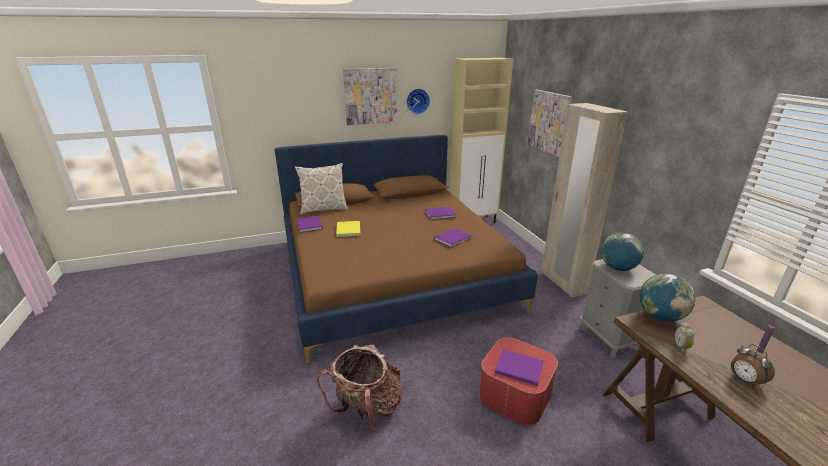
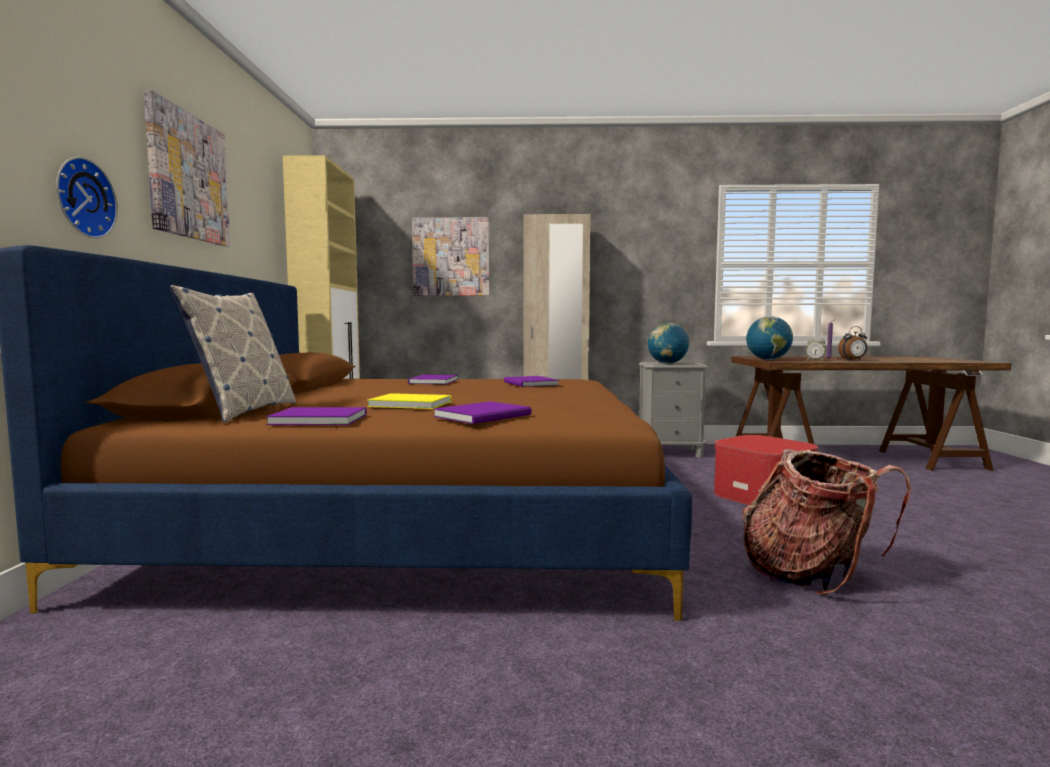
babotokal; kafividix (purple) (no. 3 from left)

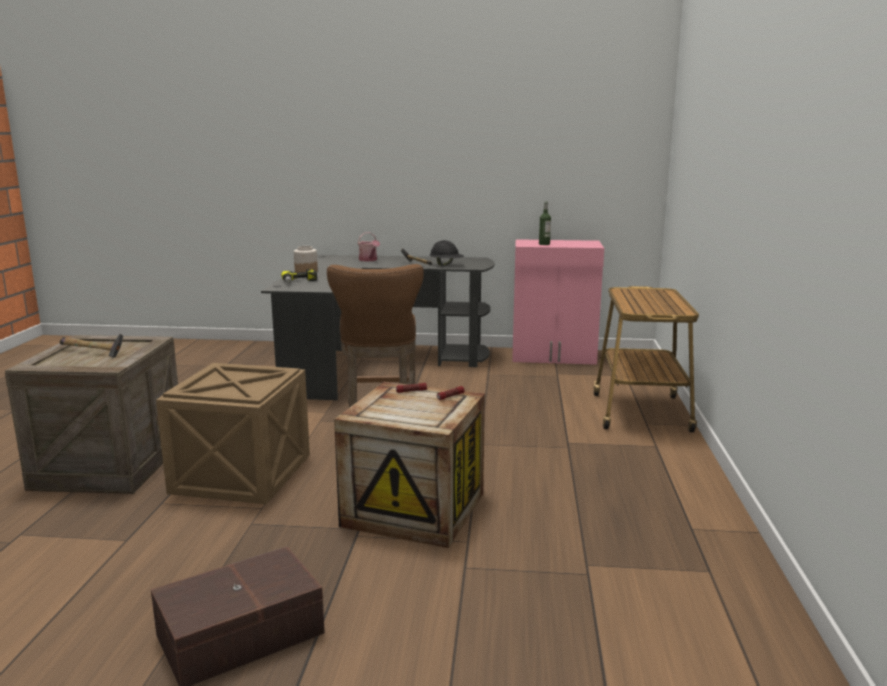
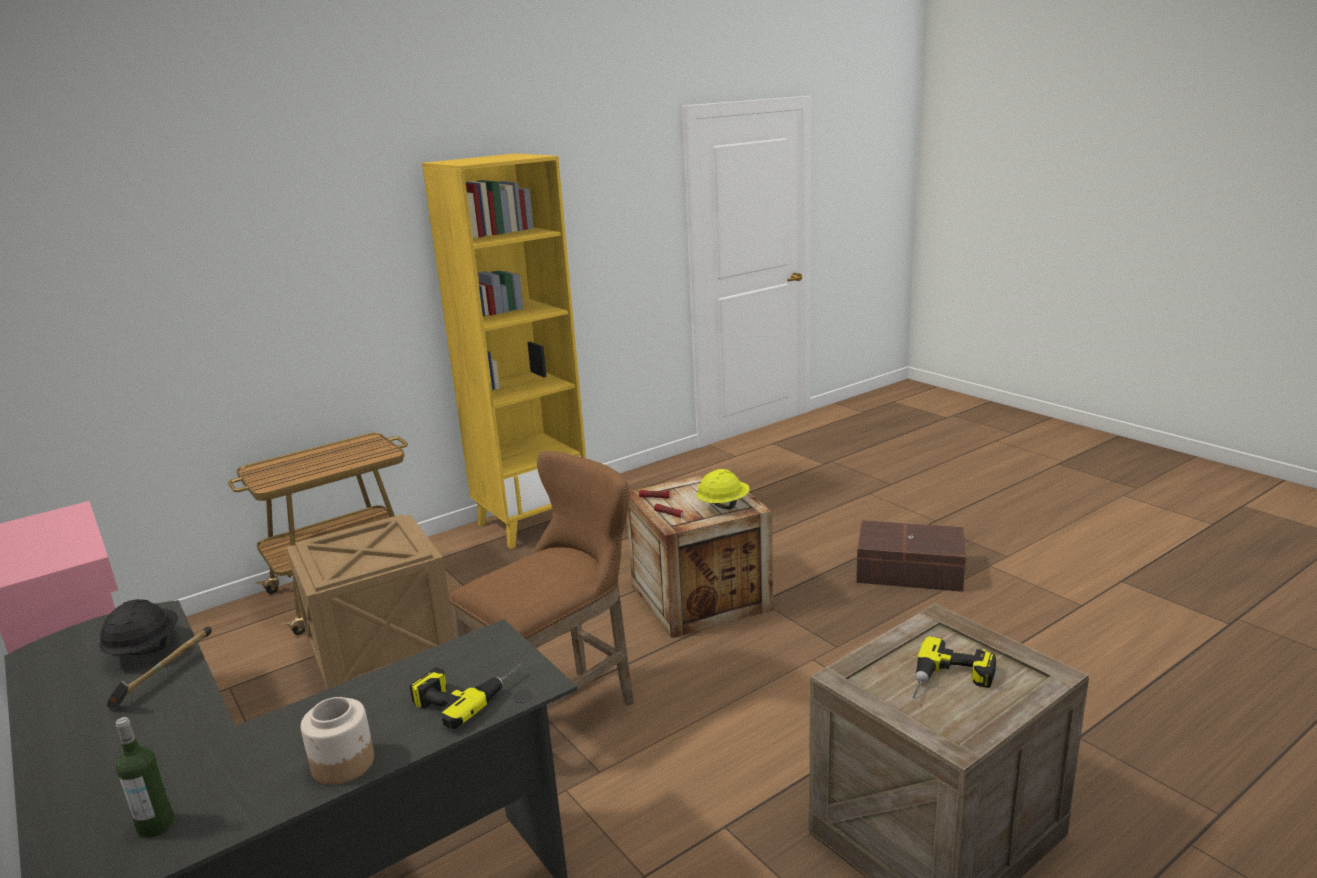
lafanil; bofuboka (no. 1 from left); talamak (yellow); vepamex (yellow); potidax (no. 2 from left); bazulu

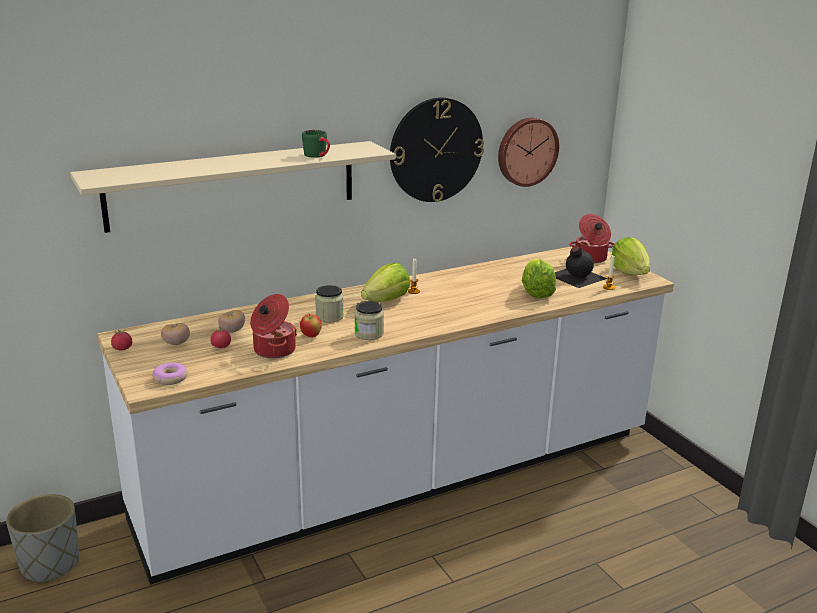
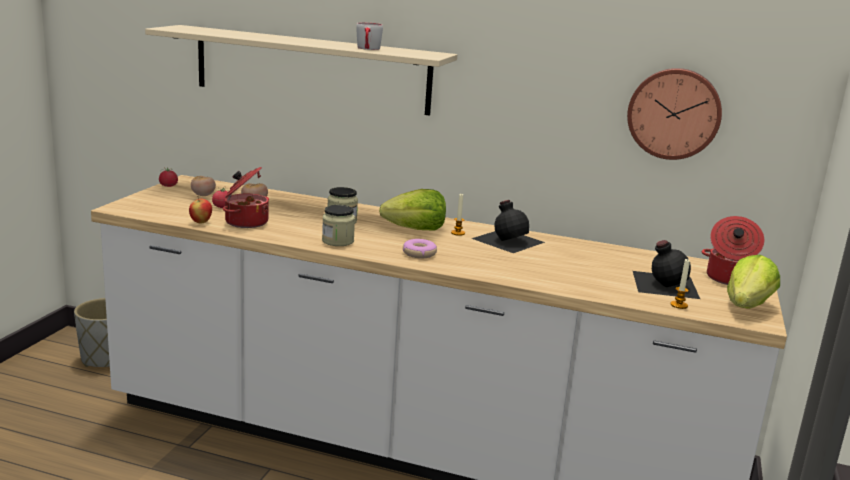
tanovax; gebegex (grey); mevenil; lafanil (black) (no. 1 from left); babotokal (no. 1 from left in the first image); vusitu (no. 2 from left in the first image)

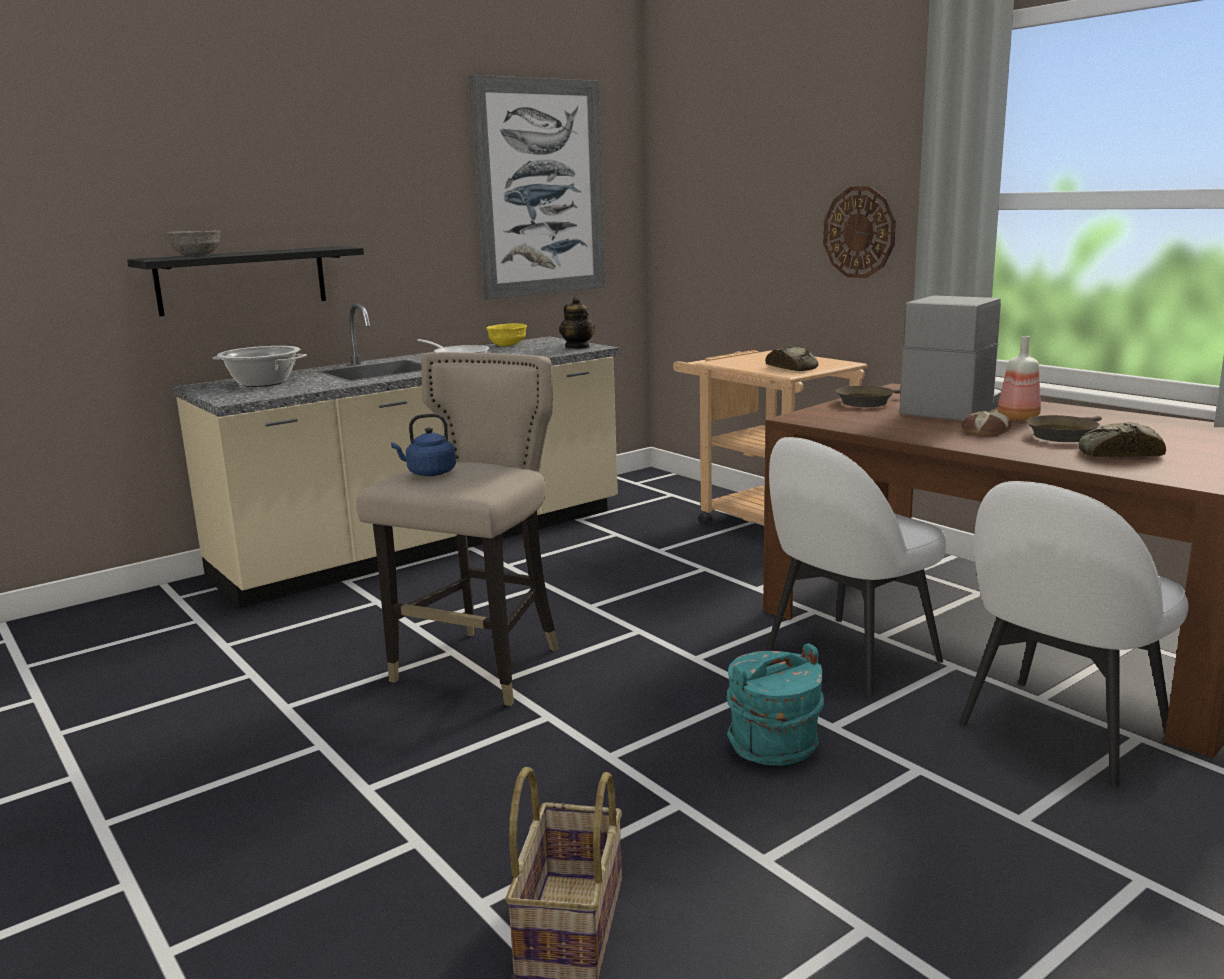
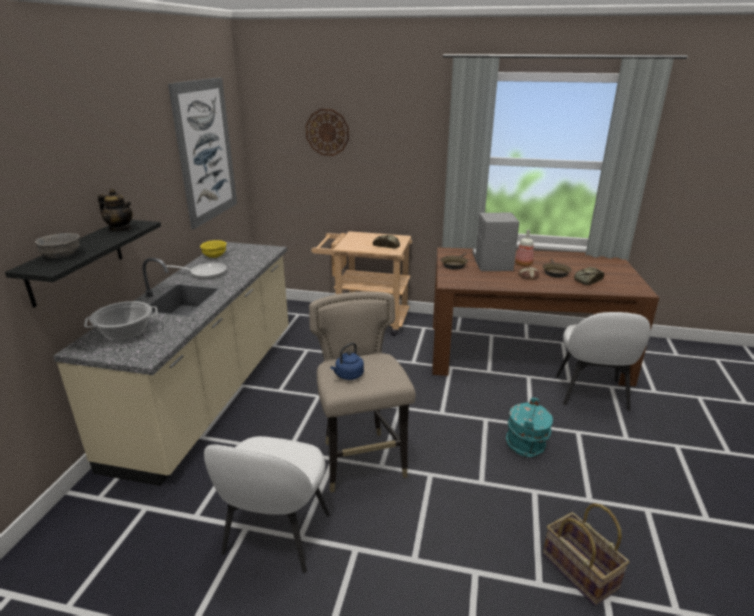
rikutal; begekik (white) (no. 1 from left); babotokal

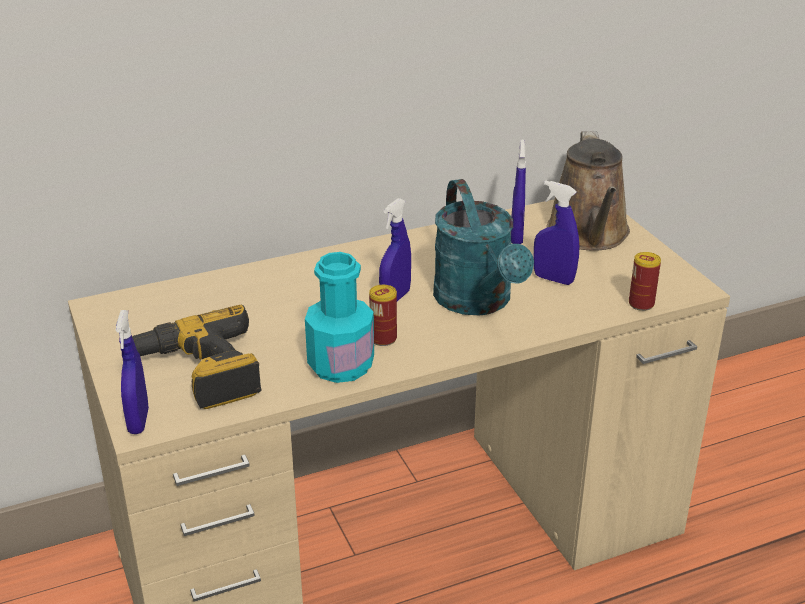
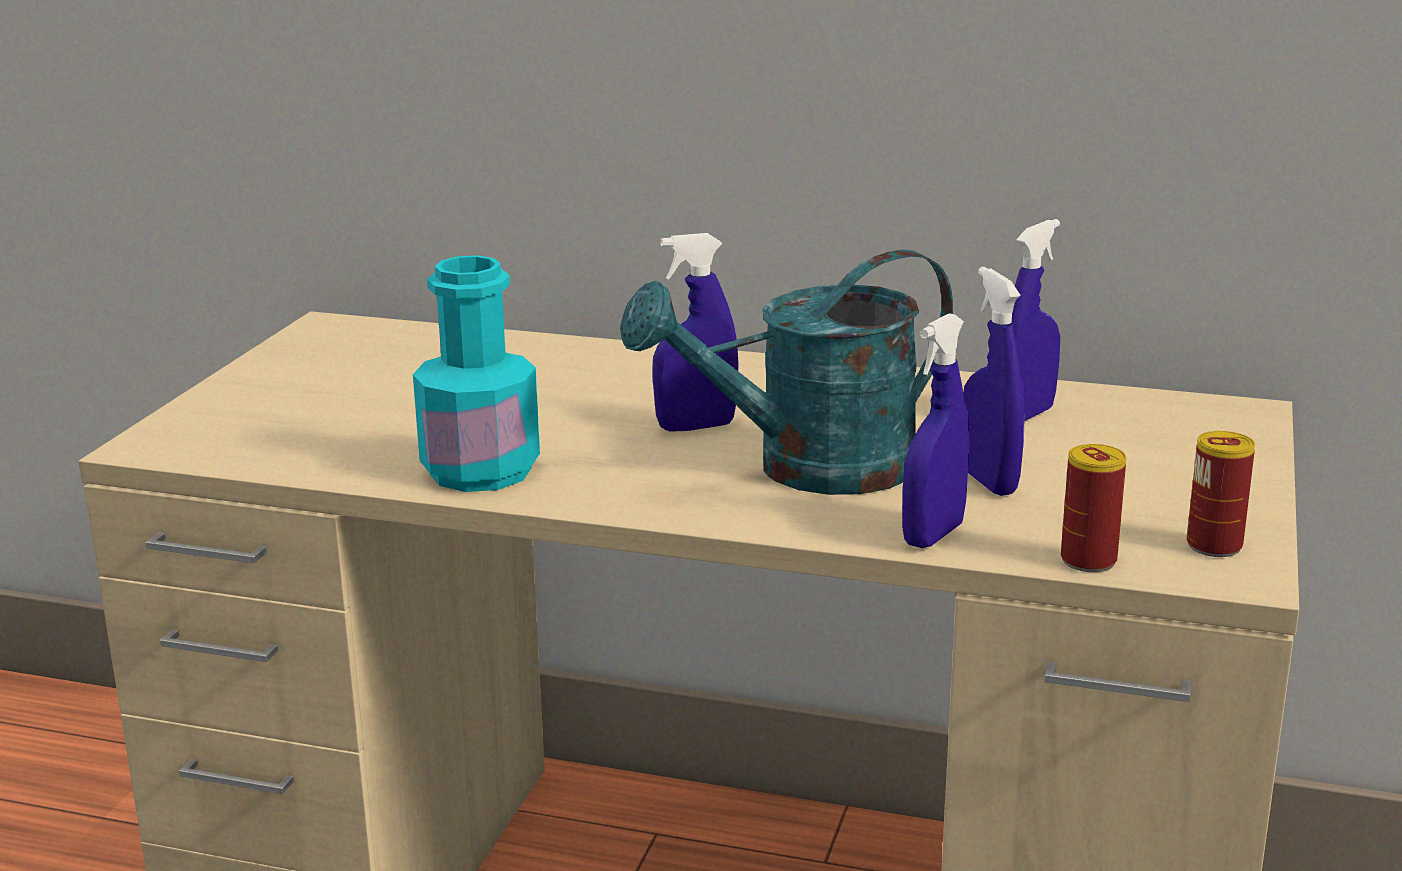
bazulu (turquoise); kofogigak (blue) (no. 2 from left); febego (no. 2 from left); potidax; bazulu (brown)

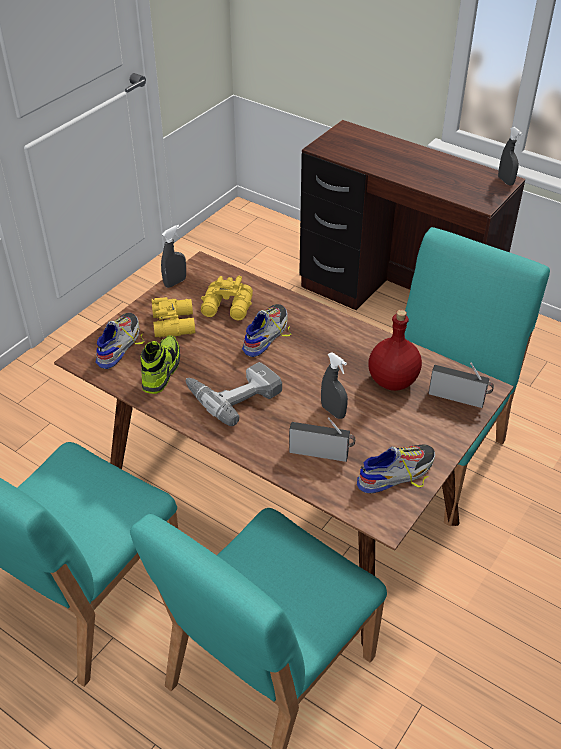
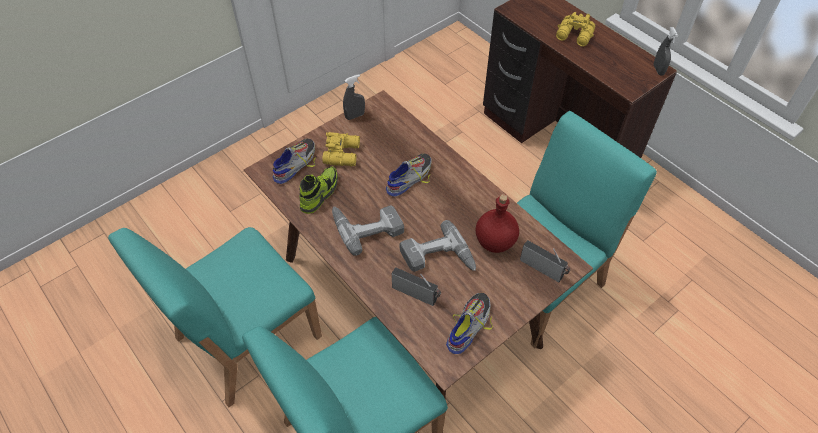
potidax (no. 2 from left); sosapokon (no. 4 from left); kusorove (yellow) (no. 2 from left)

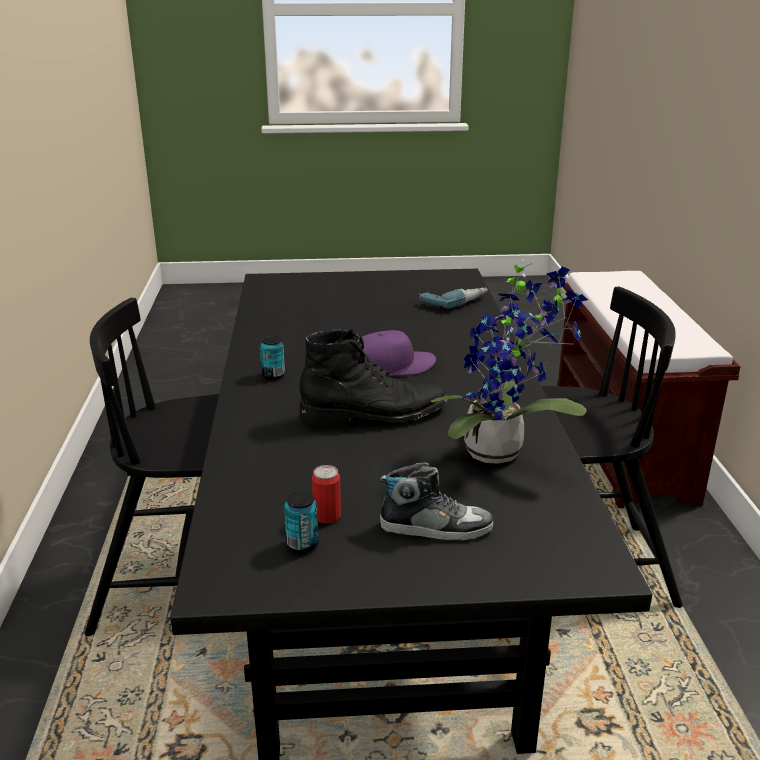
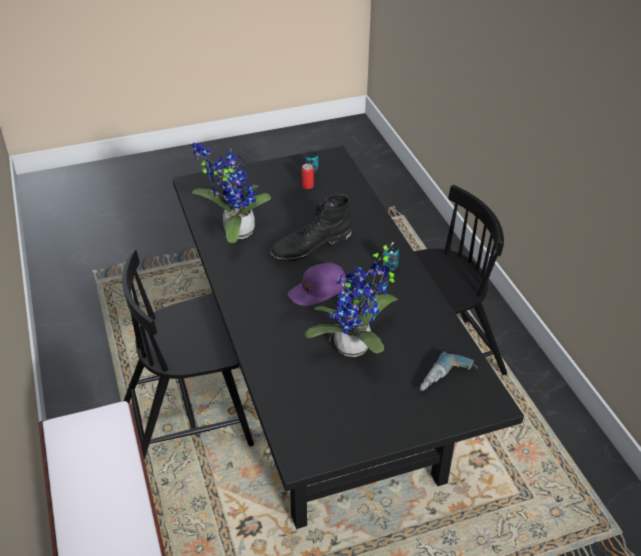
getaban (no. 2 from left); potidax; sosapokon

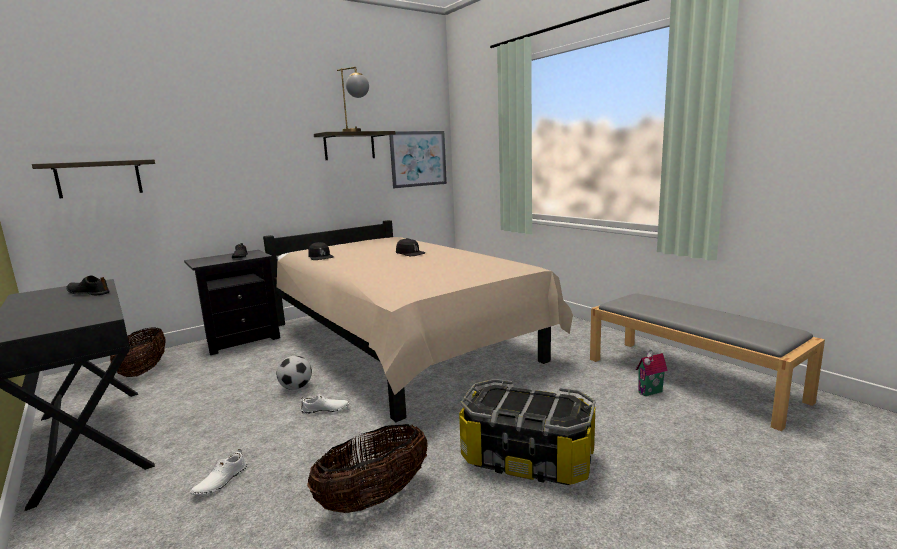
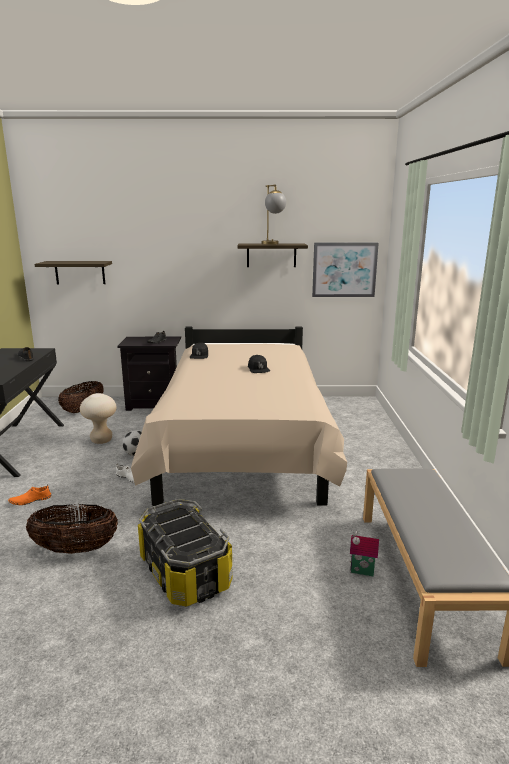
sosapokon (orange); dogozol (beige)

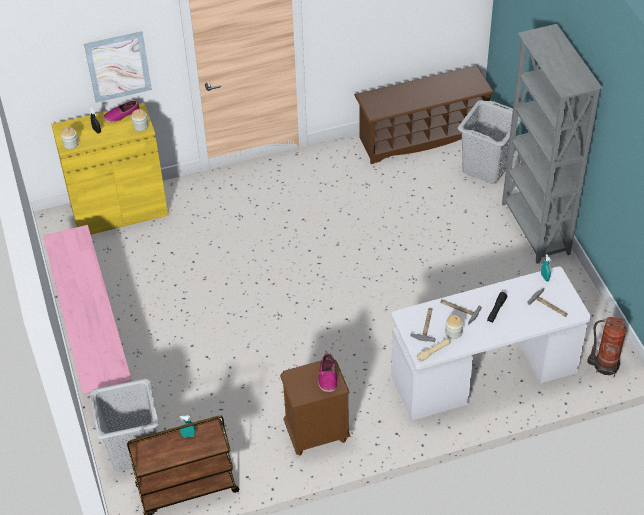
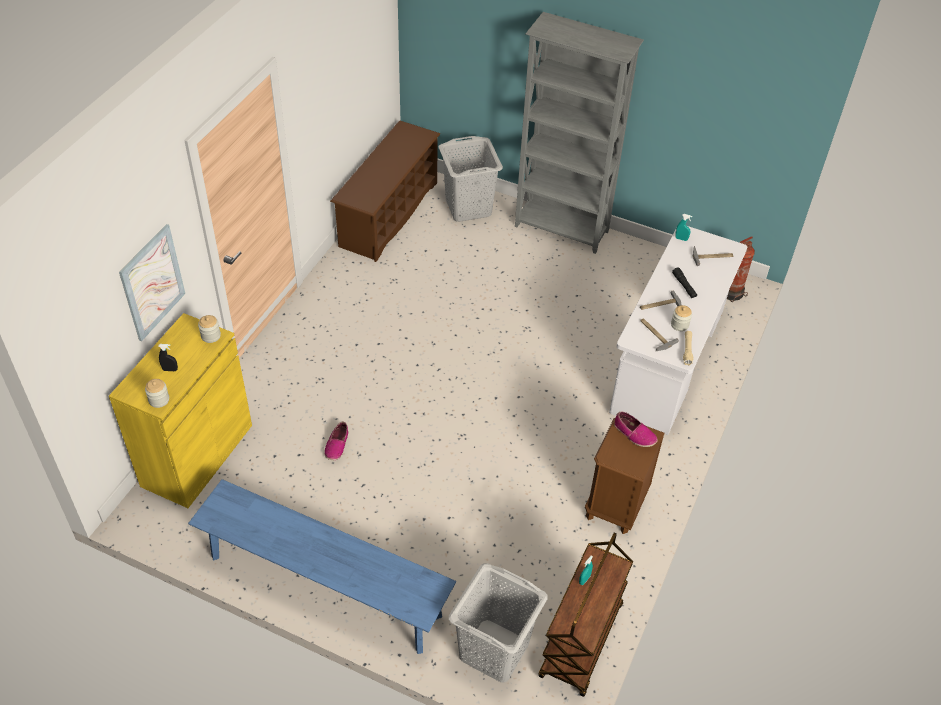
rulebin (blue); sosapokon (no. 1 from left)

